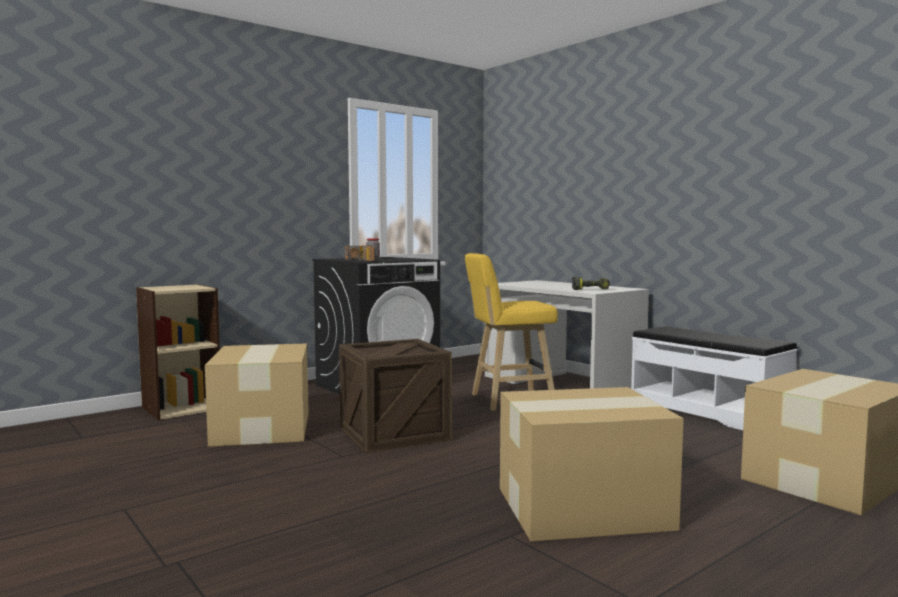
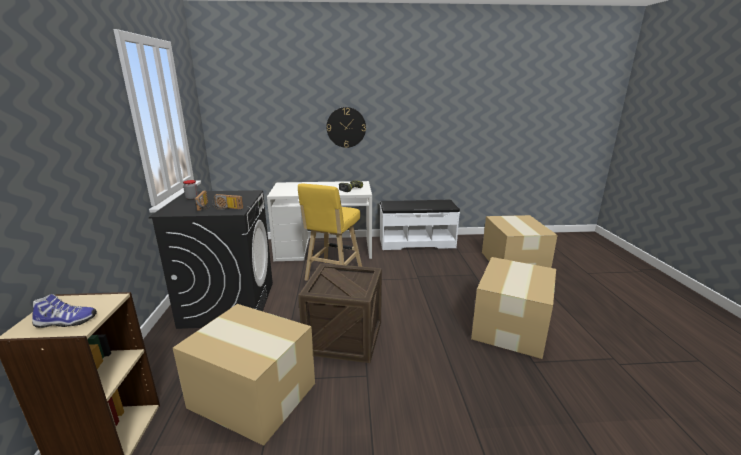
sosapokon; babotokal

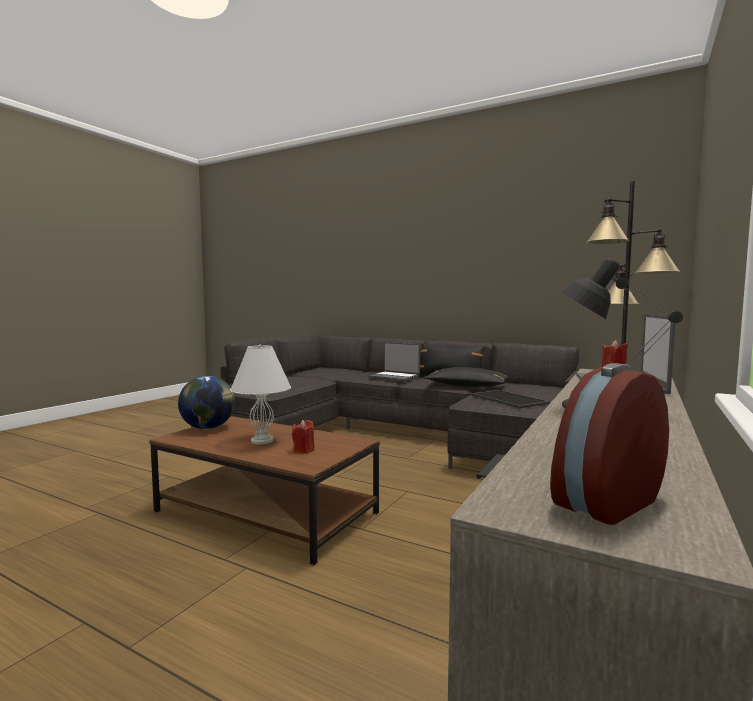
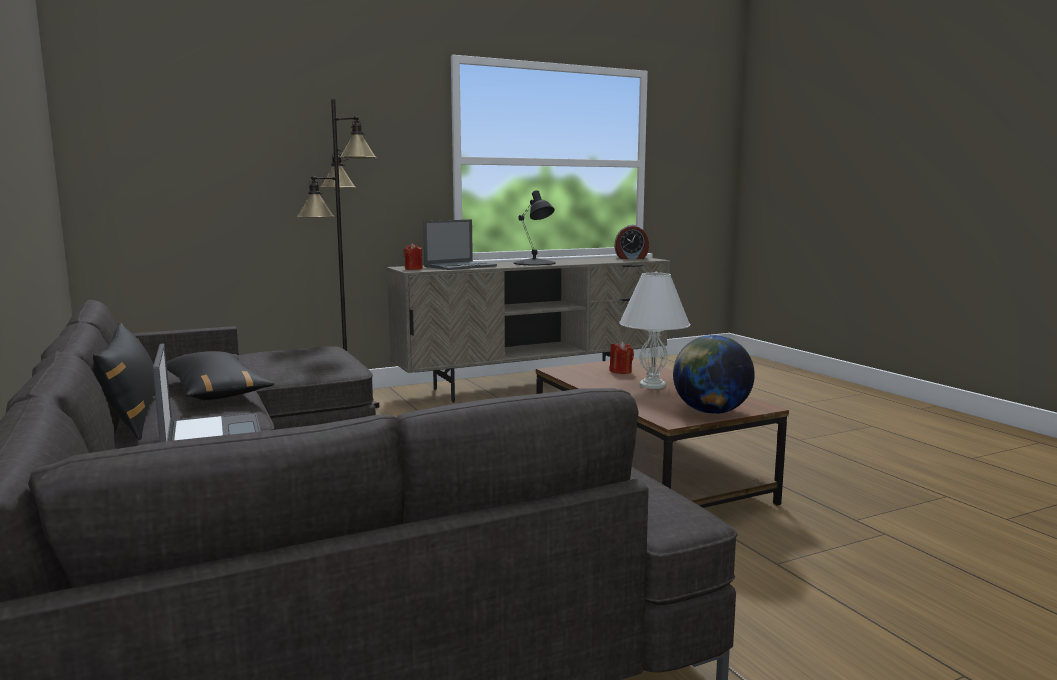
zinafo

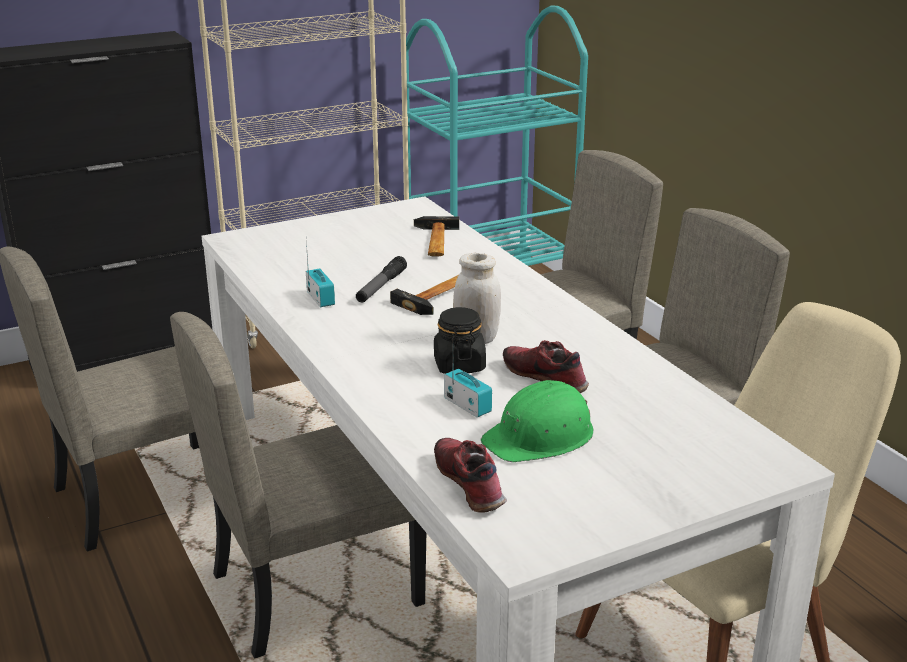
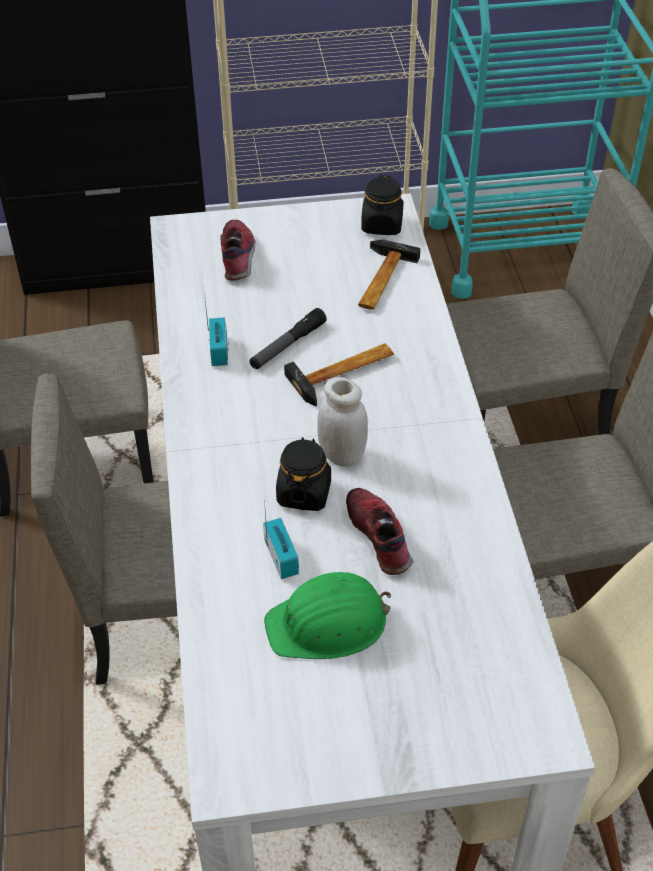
sosapokon (no. 1 from left); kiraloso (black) (no. 2 from left)

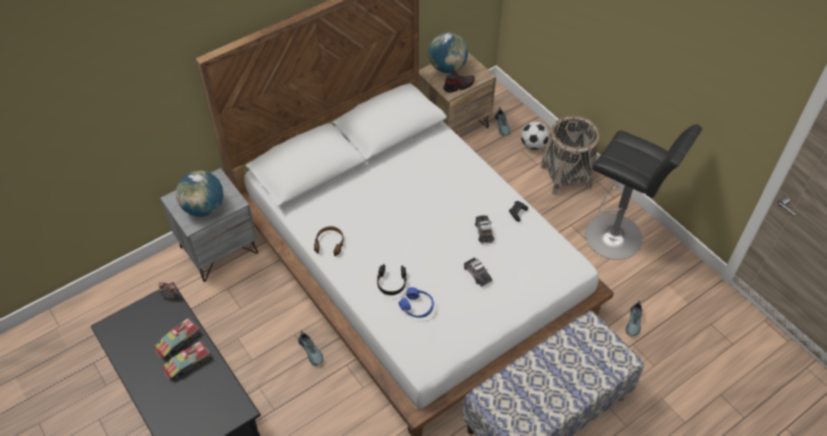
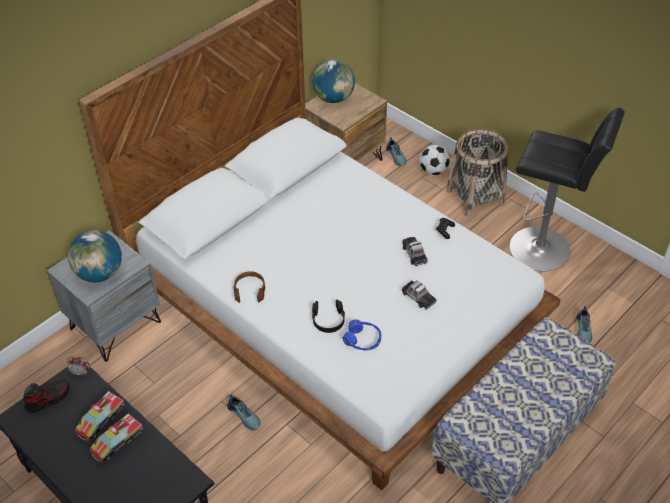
sosapokon (no. 1 from left)

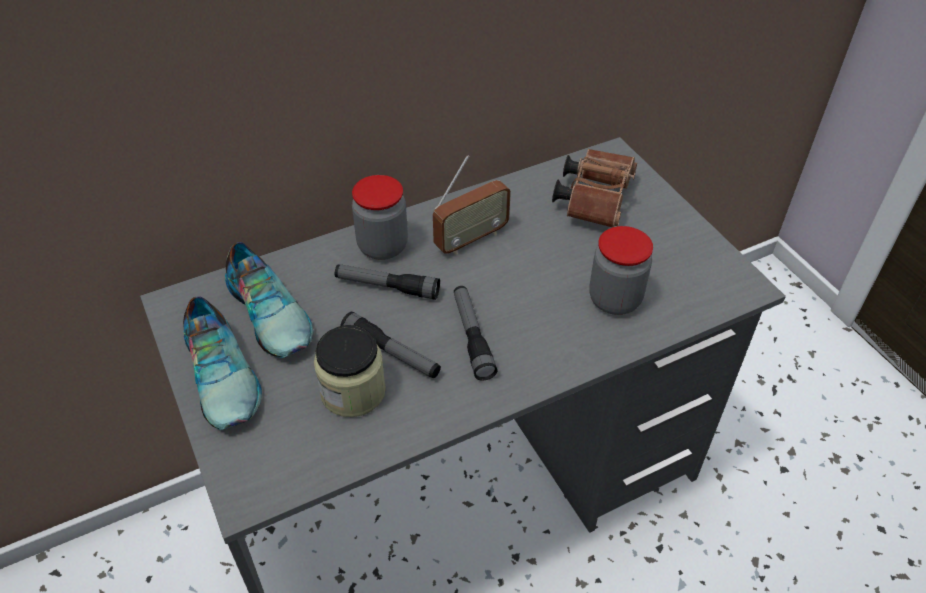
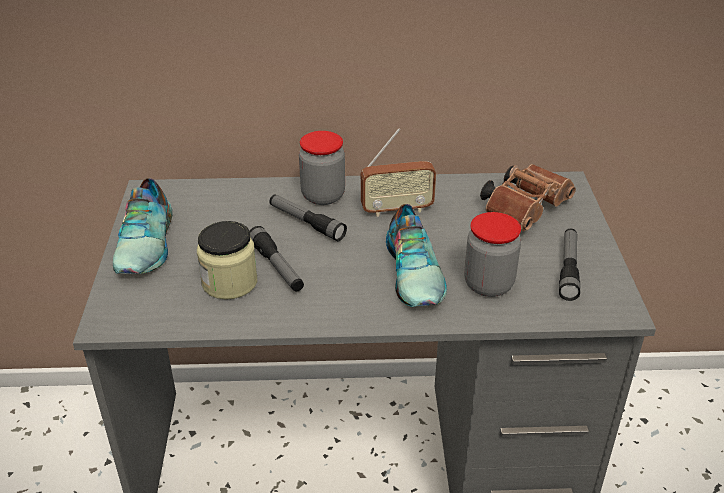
sosapokon (no. 2 from left); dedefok (no. 3 from left)

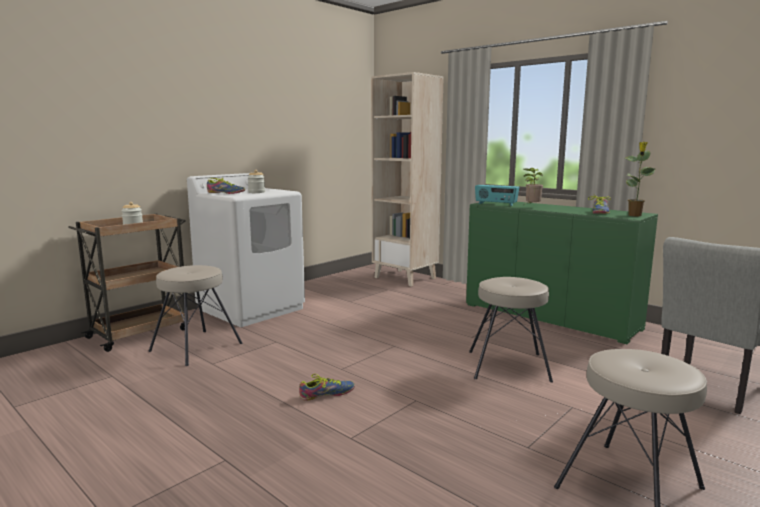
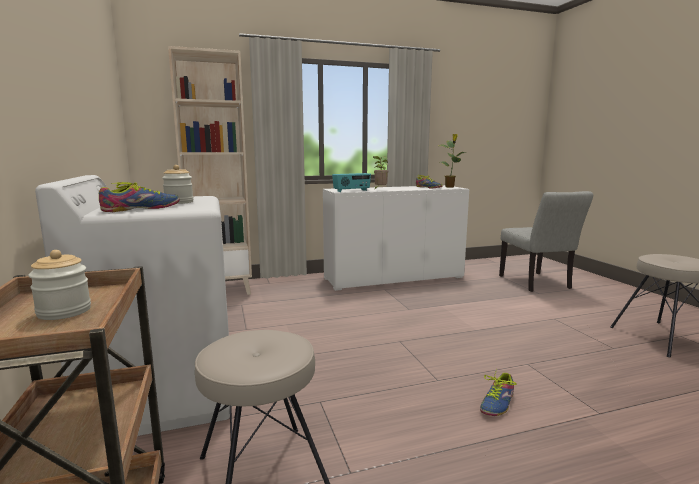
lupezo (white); sosapokon (no. 3 from left); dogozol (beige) (no. 2 from left in the first image)

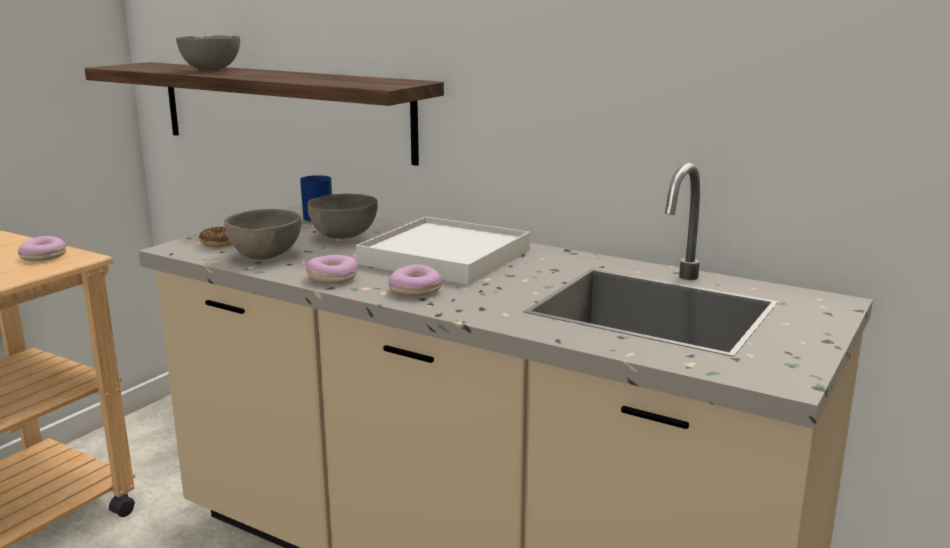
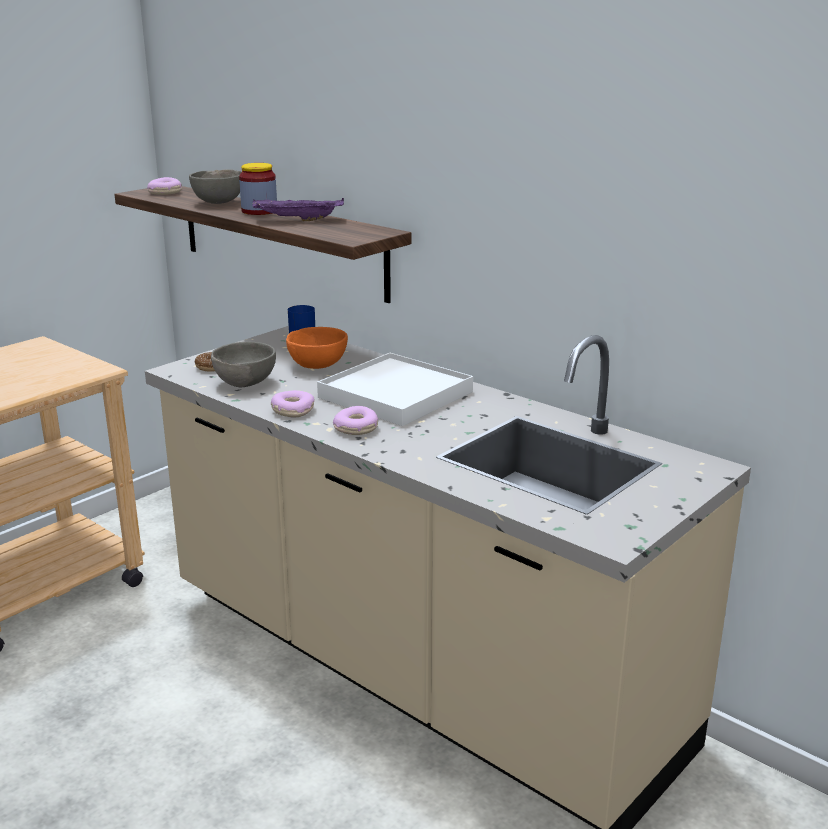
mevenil (no. 1 from left); kiraloso; zinafo (purple); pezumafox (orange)

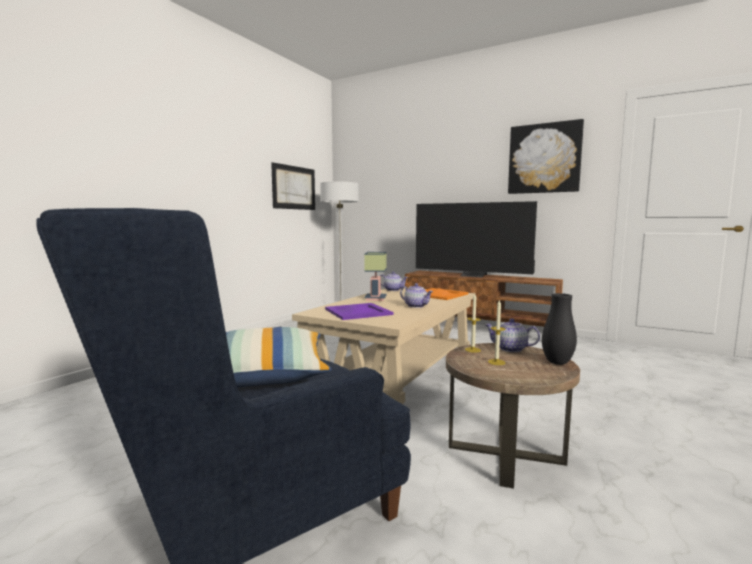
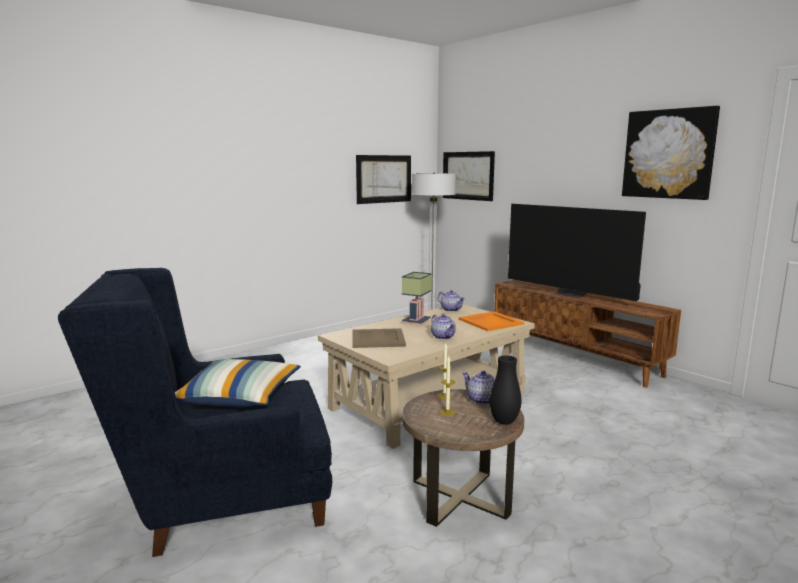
zinafo (beige); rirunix (no. 2 from left)

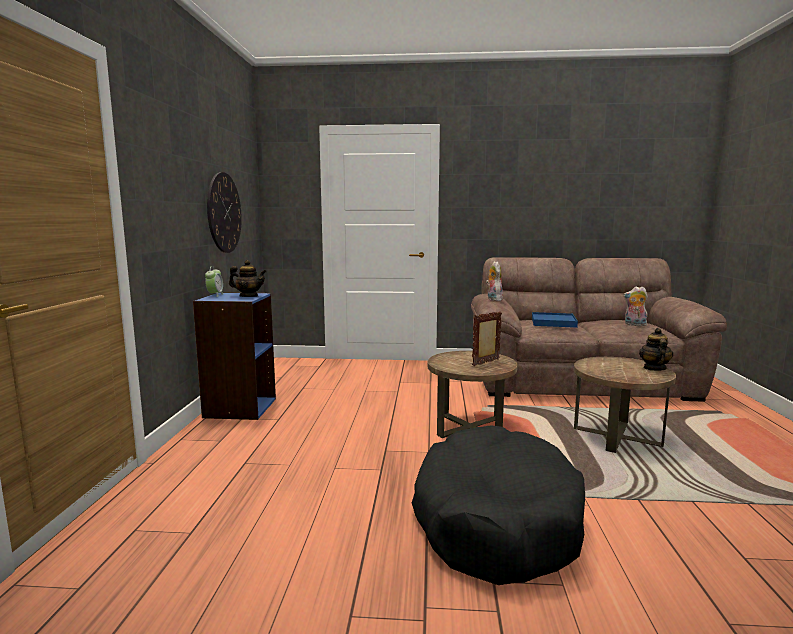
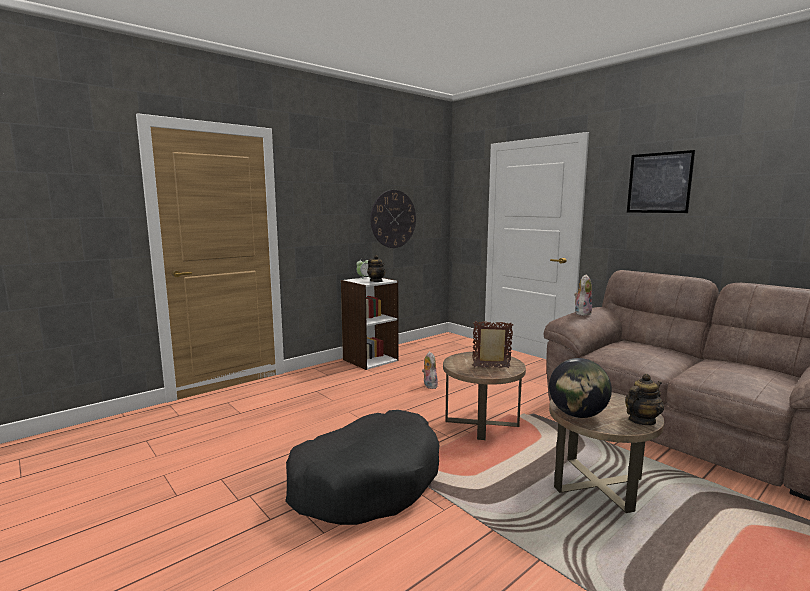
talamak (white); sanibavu (no. 1 from left); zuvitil; rirunix; zinafo (blue)

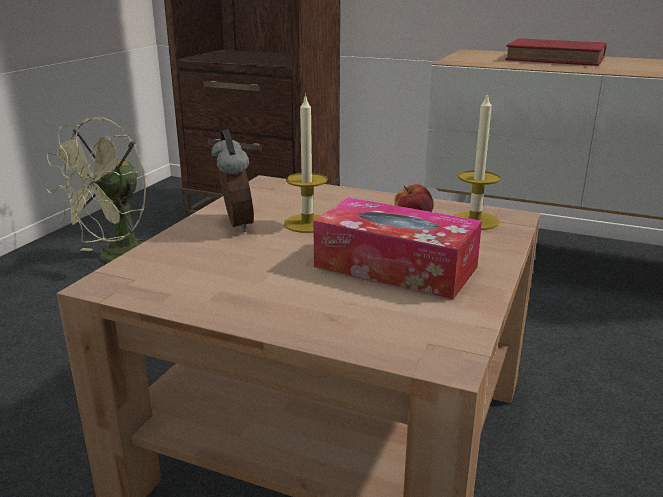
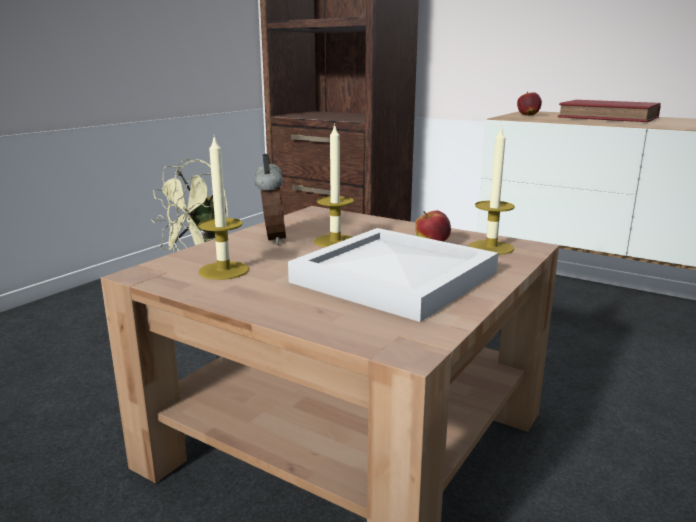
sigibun (no. 1 from left); zinafo (white); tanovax (no. 2 from left)

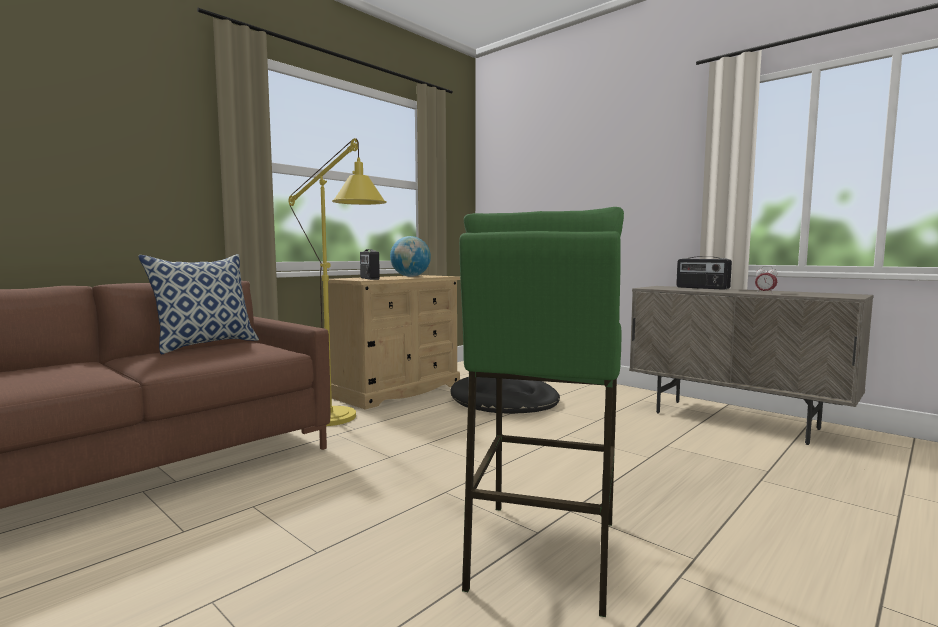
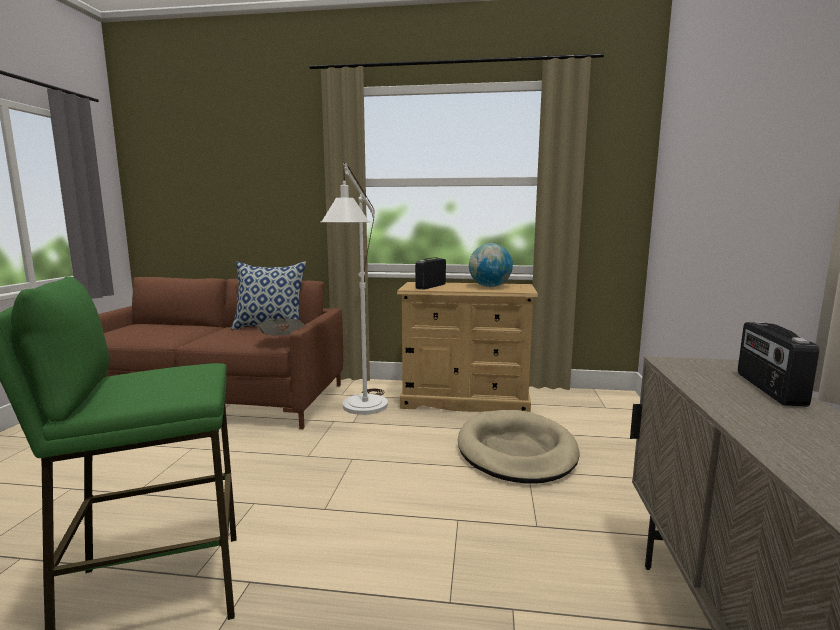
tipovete; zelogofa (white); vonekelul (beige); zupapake

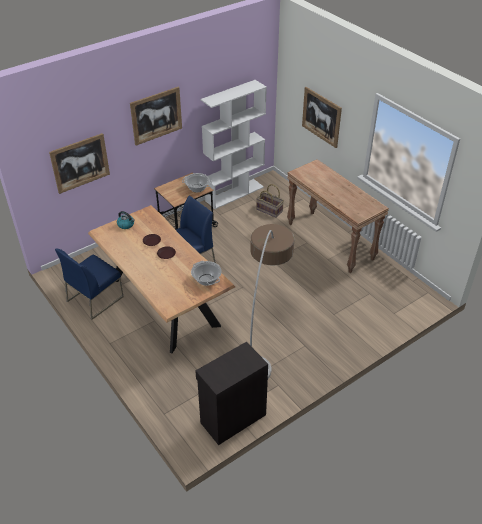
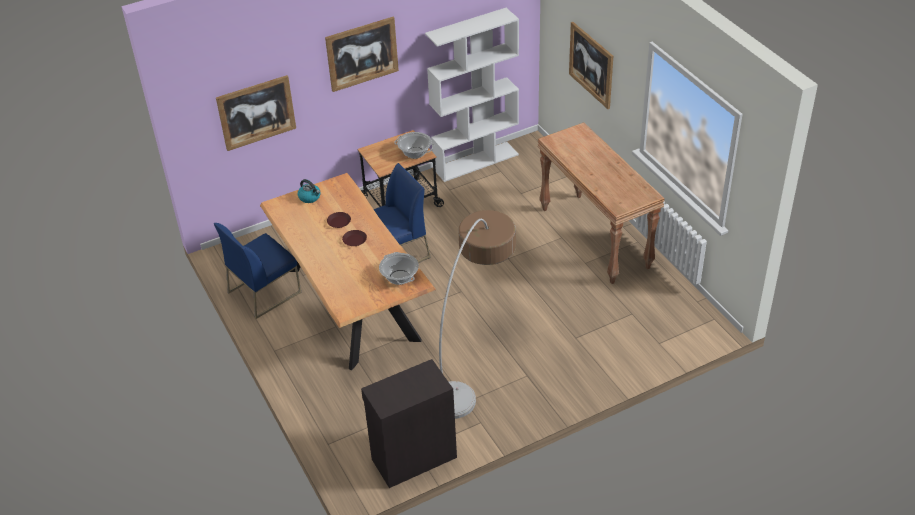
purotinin

